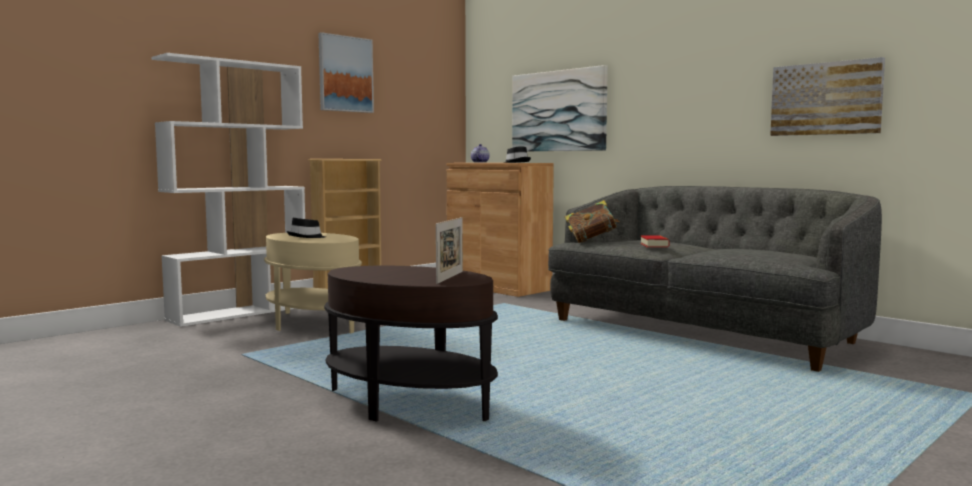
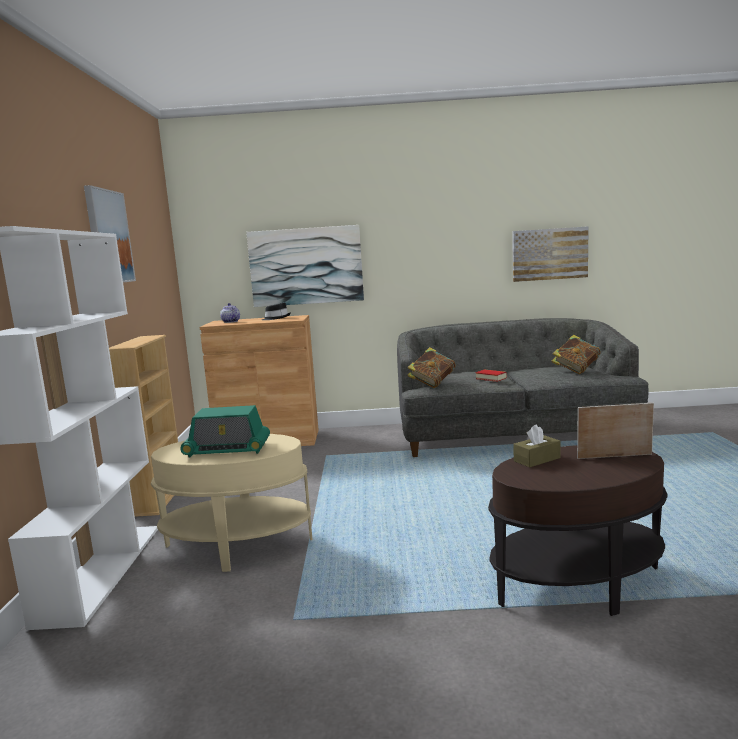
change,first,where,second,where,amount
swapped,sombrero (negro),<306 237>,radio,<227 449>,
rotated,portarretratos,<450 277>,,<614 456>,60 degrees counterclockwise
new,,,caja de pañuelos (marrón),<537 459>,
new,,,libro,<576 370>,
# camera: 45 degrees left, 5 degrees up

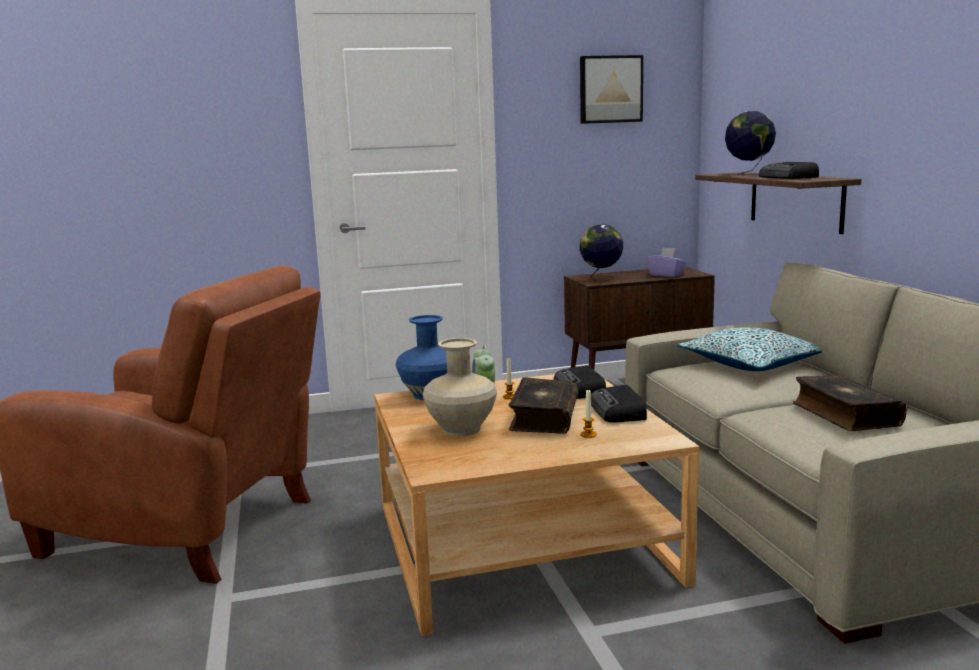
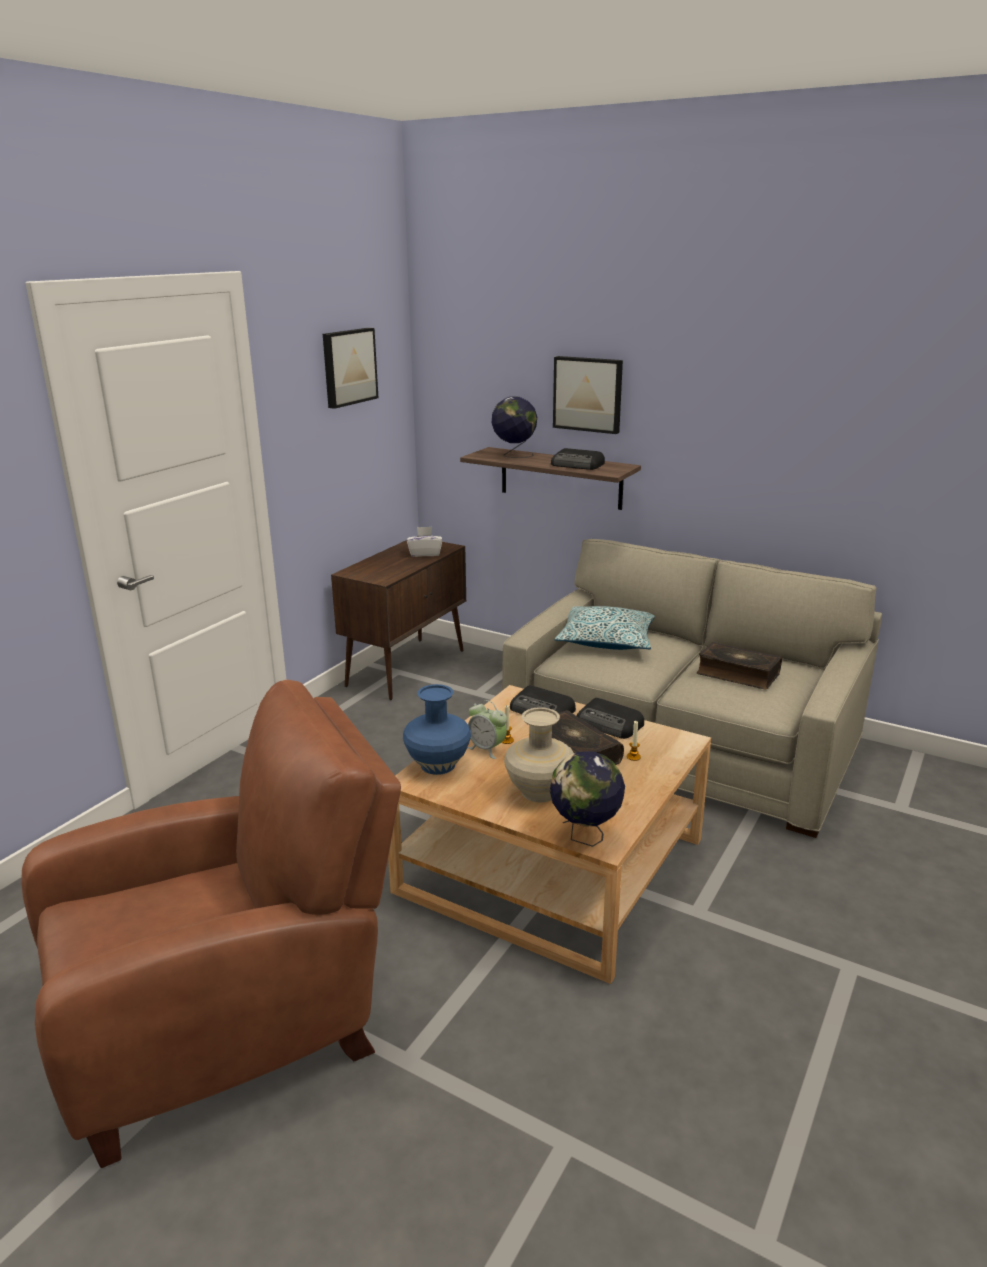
change,first,where,second,where,amount
shifted,globo terráqueo,<601 279>,,<585 836>,
repainted,caja de pañuelos (morado),<666 275>,caja de pañuelos (blanco),<425 553>,
new,,,cuadro,<588 394>,
# camera: 45 degrees left, 10 degrees up

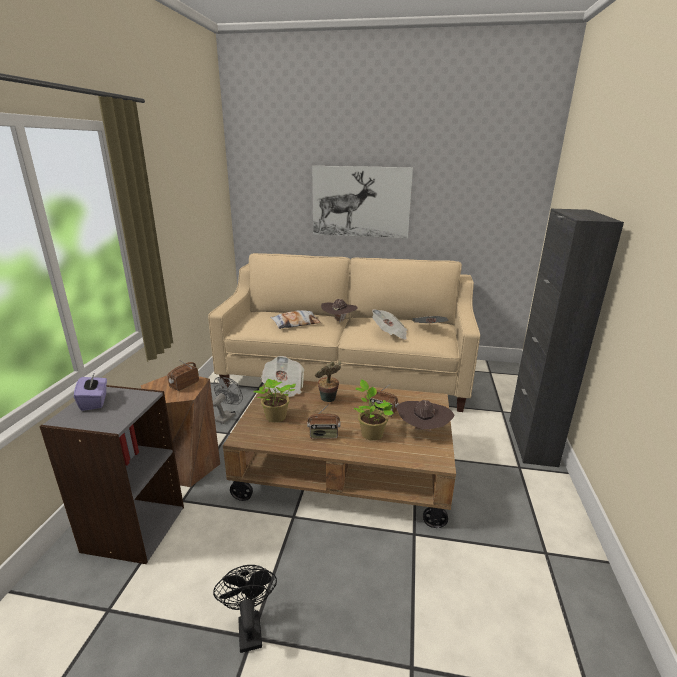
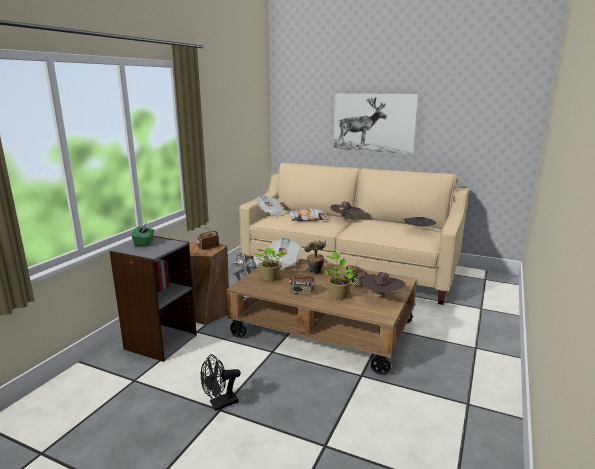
change,first,where,second,where,amount
repainted,caja de pañuelos (morado),<94 402>,caja de pañuelos (verde),<144 243>,
rotated,ventilador (negro),<249 626>,,<220 404>,120 degrees counterclockwise
shifted,periódico,<390 334>,,<270 213>,
gone,armario (negro),<532 442>,,,
# camera: 15 degrees right, 5 degrees down

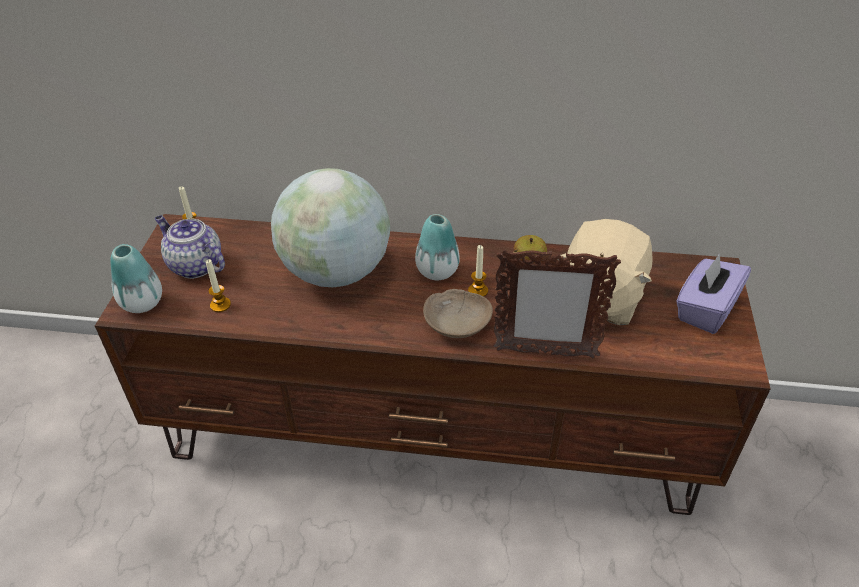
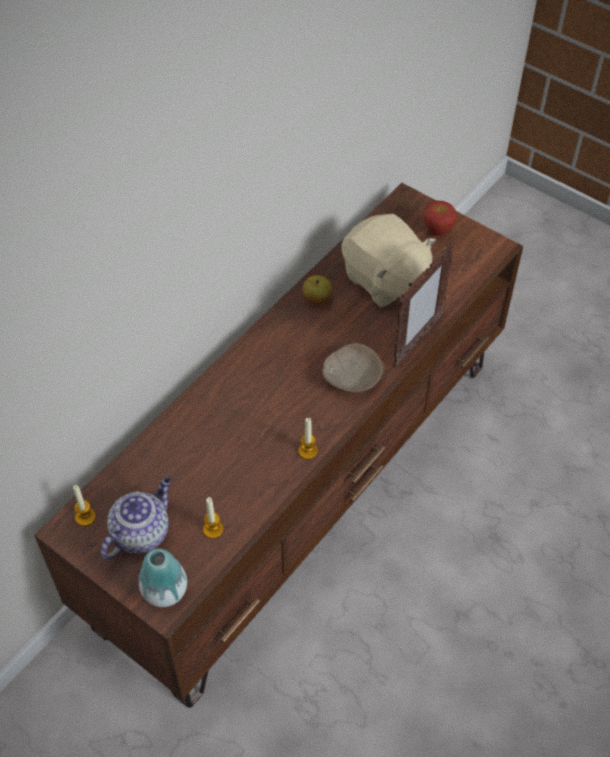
change,first,where,second,where,amount
rotated,tetera,<194 265>,,<141 532>,150 degrees clockwise
gone,globo terráqueo,<336 272>,,,
gone,florero,<437 271>,,,
shifted,vela,<478 291>,,<308 451>,
swapped,caja de pañuelos (morado),<705 309>,manzana,<437 232>,
# camera: 60 degrees left, 10 degrees up

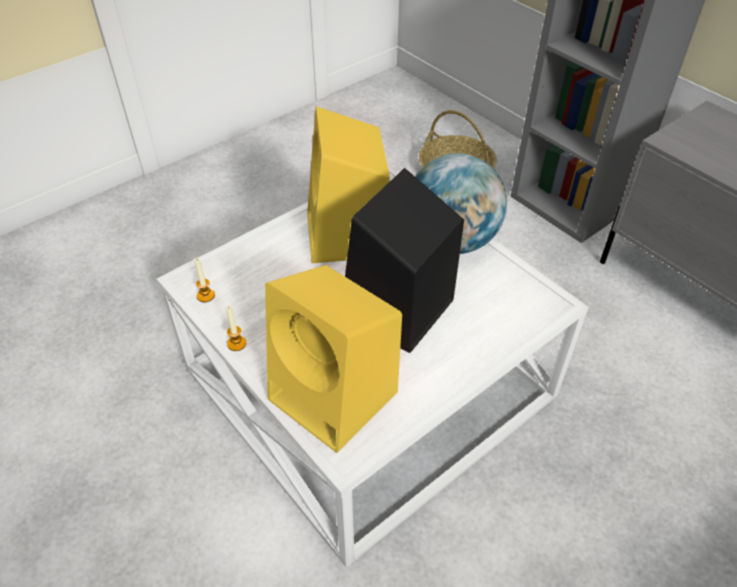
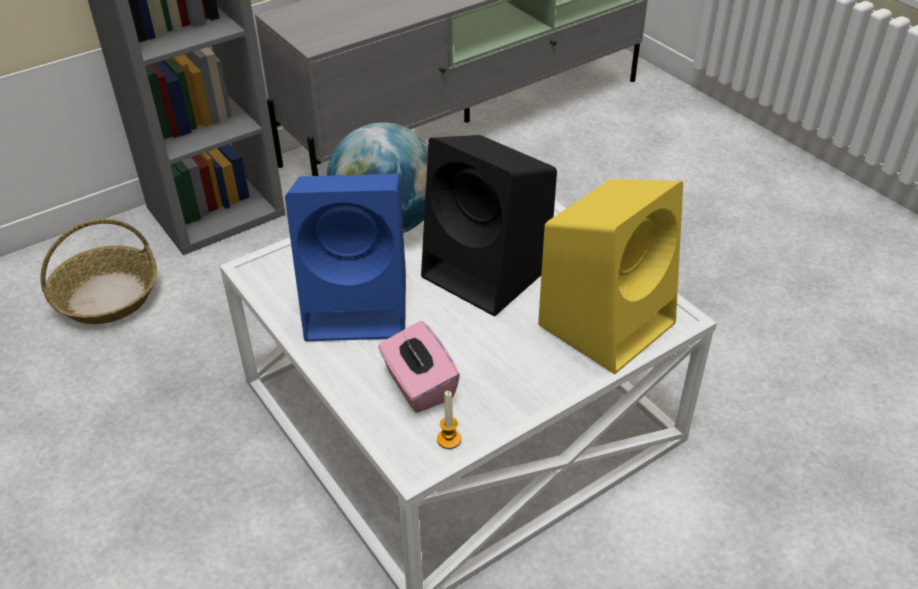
change,first,where,second,where,amount
gone,vela,<236 343>,,,
repainted,altavoz (amarillo),<347 236>,altavoz (azul),<360 305>,
new,,,caja de pañuelos (rosa),<418 385>,
# camera: 85 degrees left, 5 degrees down

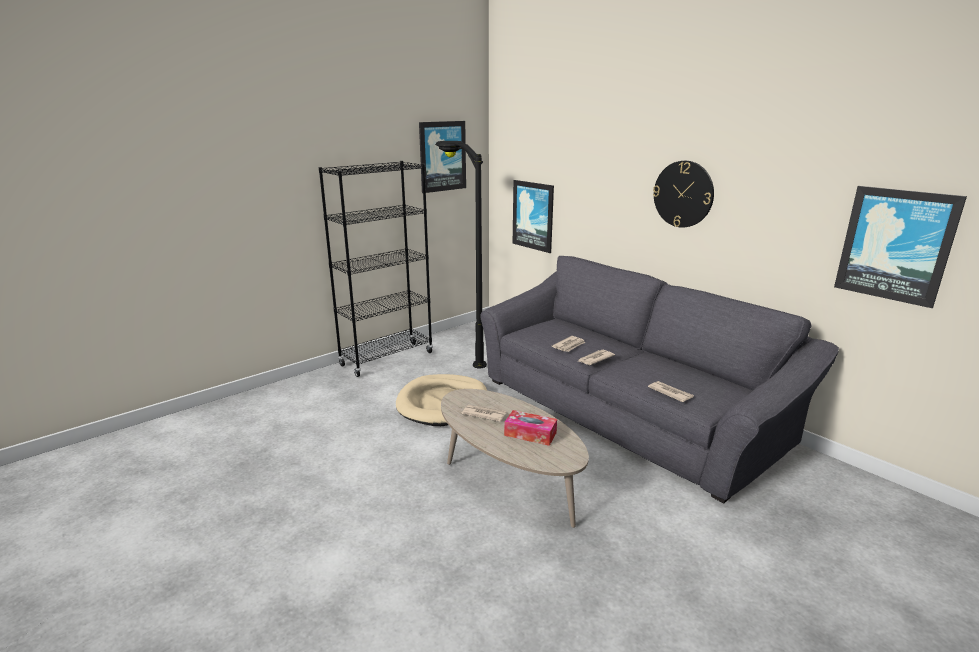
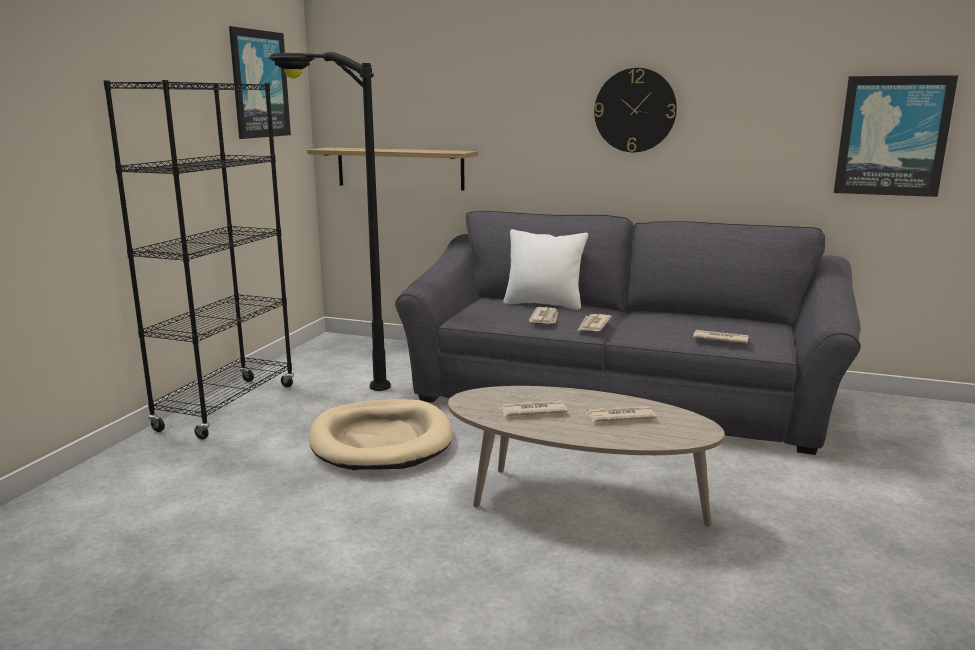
change,first,where,second,where,amount
swapped,caja de pañuelos,<530 434>,periódico,<618 416>,
swapped,cuadro,<533 215>,estante,<400 168>,
new,,,cojín (blanco),<544 304>,
# camera: 30 degrees left, 5 degrees down

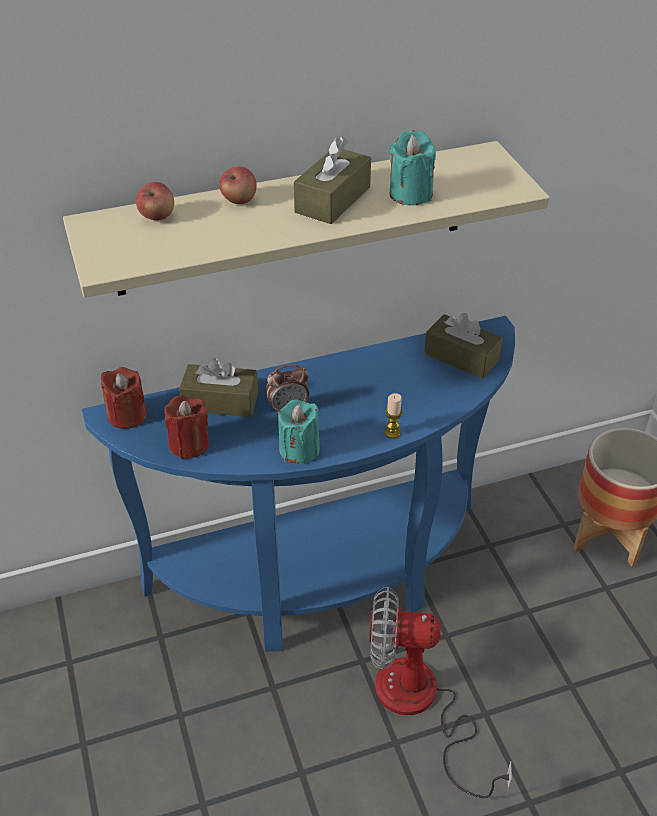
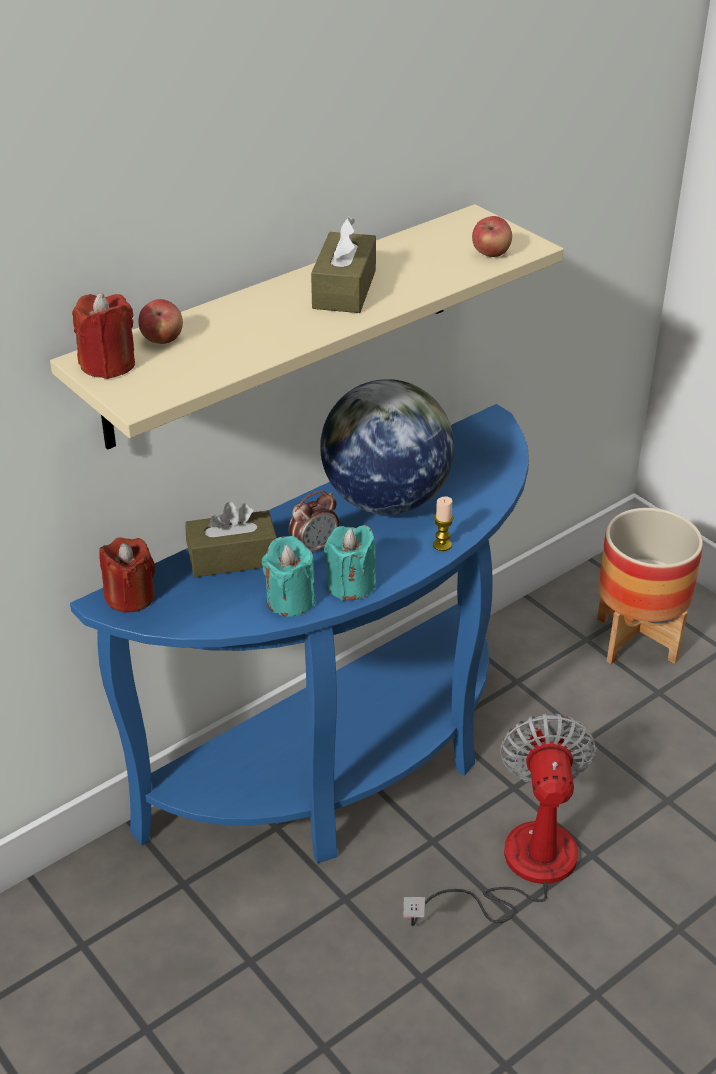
change,first,where,second,where,amount
shifted,vela (rojo),<189 444>,,<108 364>,
shifted,manzana,<239 200>,,<491 254>,
rotated,ventilador,<420 706>,,<519 868>,105 degrees clockwise
shifted,vela (turquesa),<410 194>,,<290 600>,
gone,caja de pañuelos (marrón),<461 357>,,,
new,,,globo terráqueo,<385 500>,
# camera: 20 degrees left, 5 degrees down

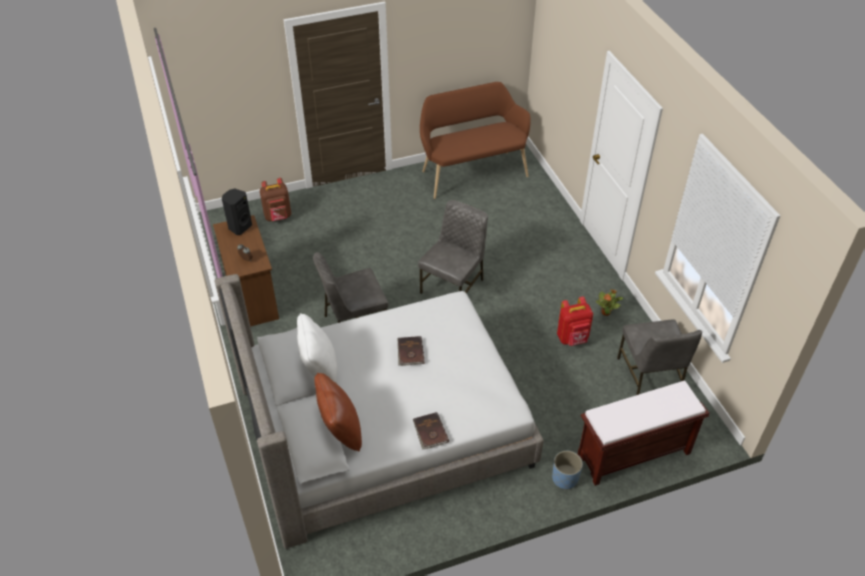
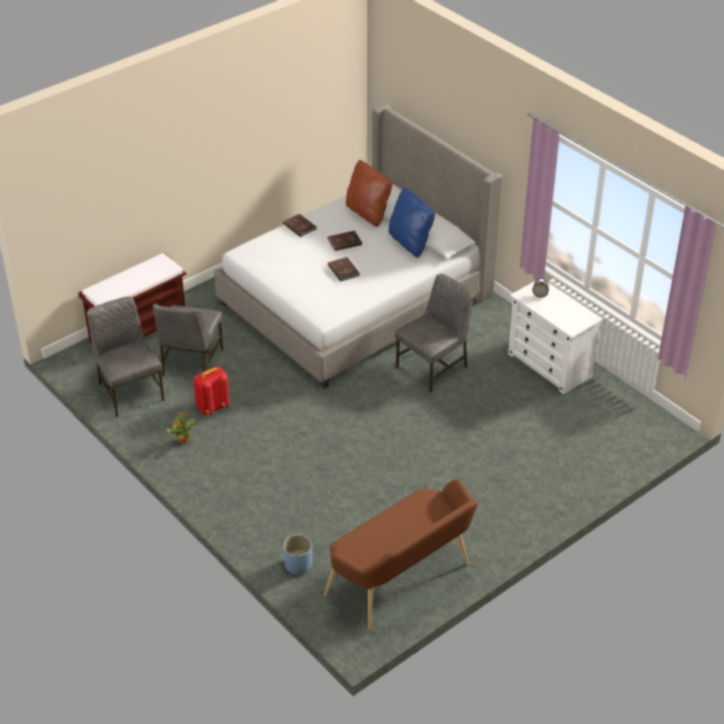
change,first,where,second,where,amount
repainted,cómoda (marrón),<252 297>,cómoda (blanco),<550 365>,
gone,altavoz (negro),<239 227>,,,
gone,mochila (marrón),<278 217>,,,
repainted,cojín (blanco),<320 370>,cojín (azul),<410 243>,
shifted,silla (gris),<453 286>,,<191 363>,
shifted,maceta (azul),<565 478>,,<298 565>,
new,,,libro (marrón),<344 242>,
# camera: 160 degrees right, 5 degrees down

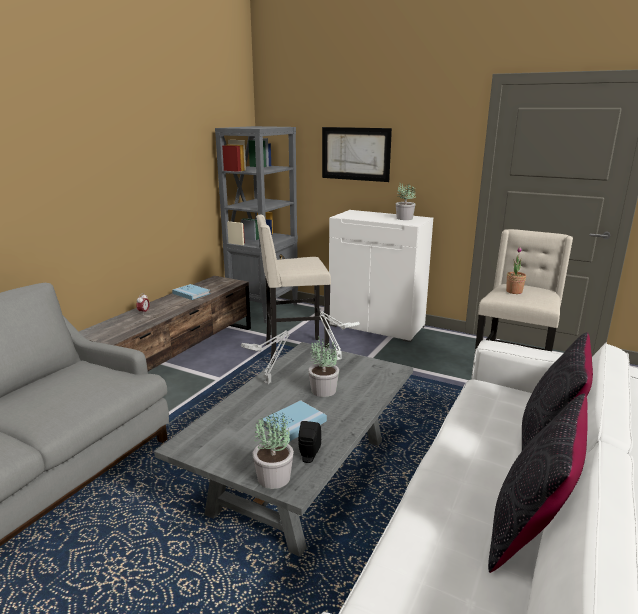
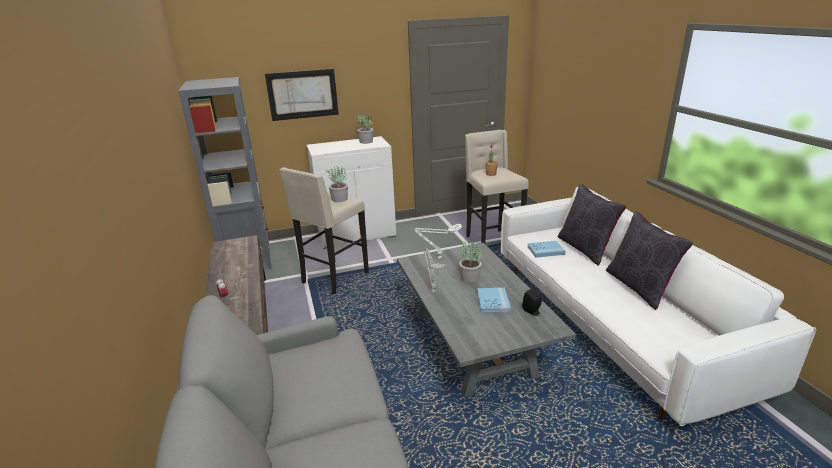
change,first,where,second,where,amount
shifted,libro (azul),<191 293>,,<546 250>,
shifted,planta en maceta,<274 478>,,<340 199>,
# camera: 45 degrees left, 5 degrees up

